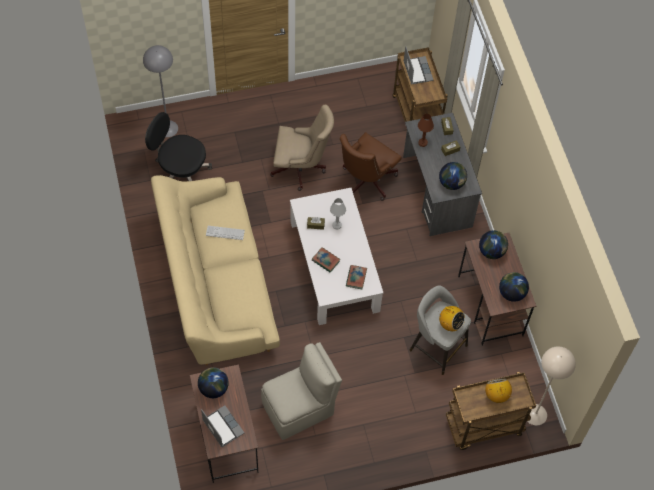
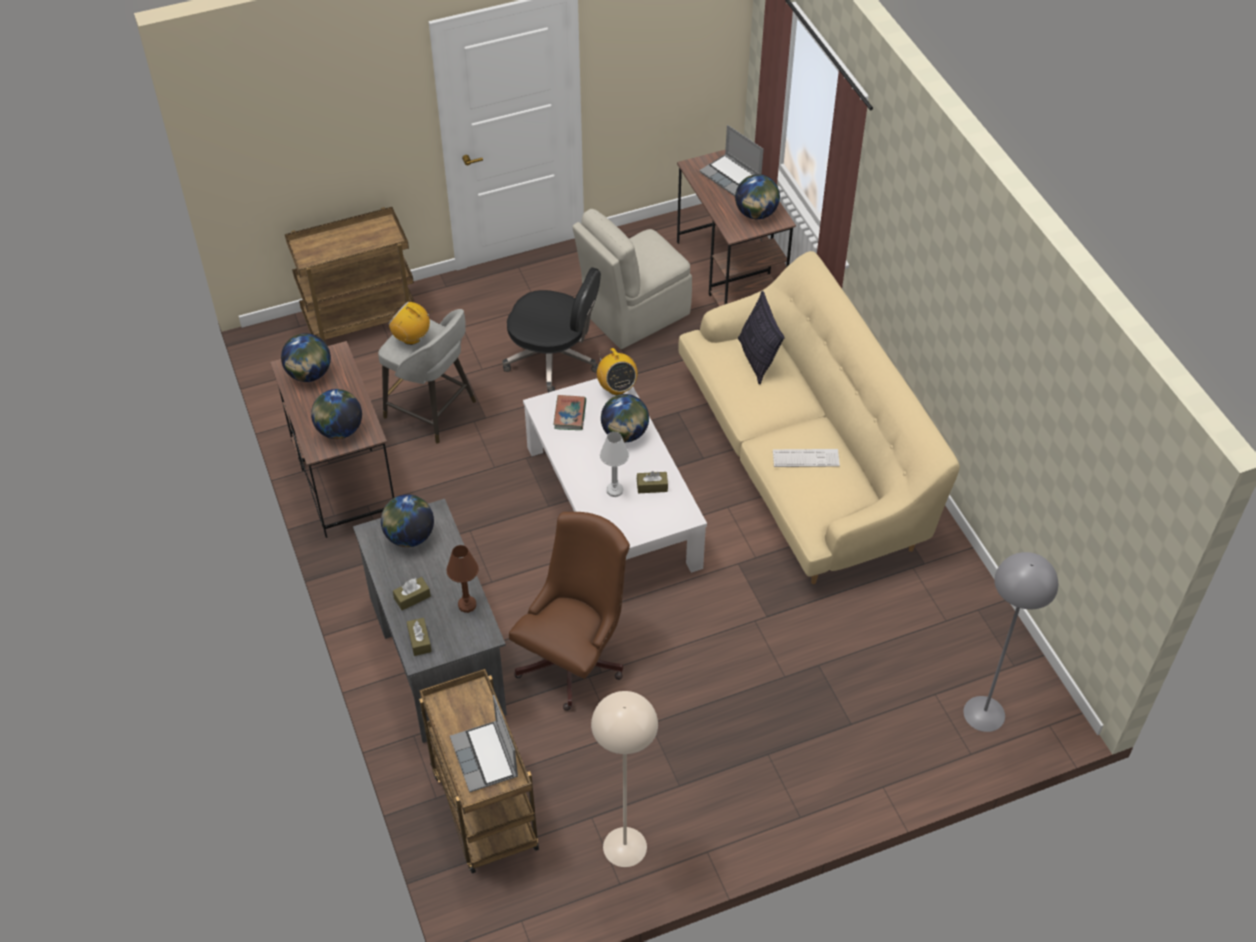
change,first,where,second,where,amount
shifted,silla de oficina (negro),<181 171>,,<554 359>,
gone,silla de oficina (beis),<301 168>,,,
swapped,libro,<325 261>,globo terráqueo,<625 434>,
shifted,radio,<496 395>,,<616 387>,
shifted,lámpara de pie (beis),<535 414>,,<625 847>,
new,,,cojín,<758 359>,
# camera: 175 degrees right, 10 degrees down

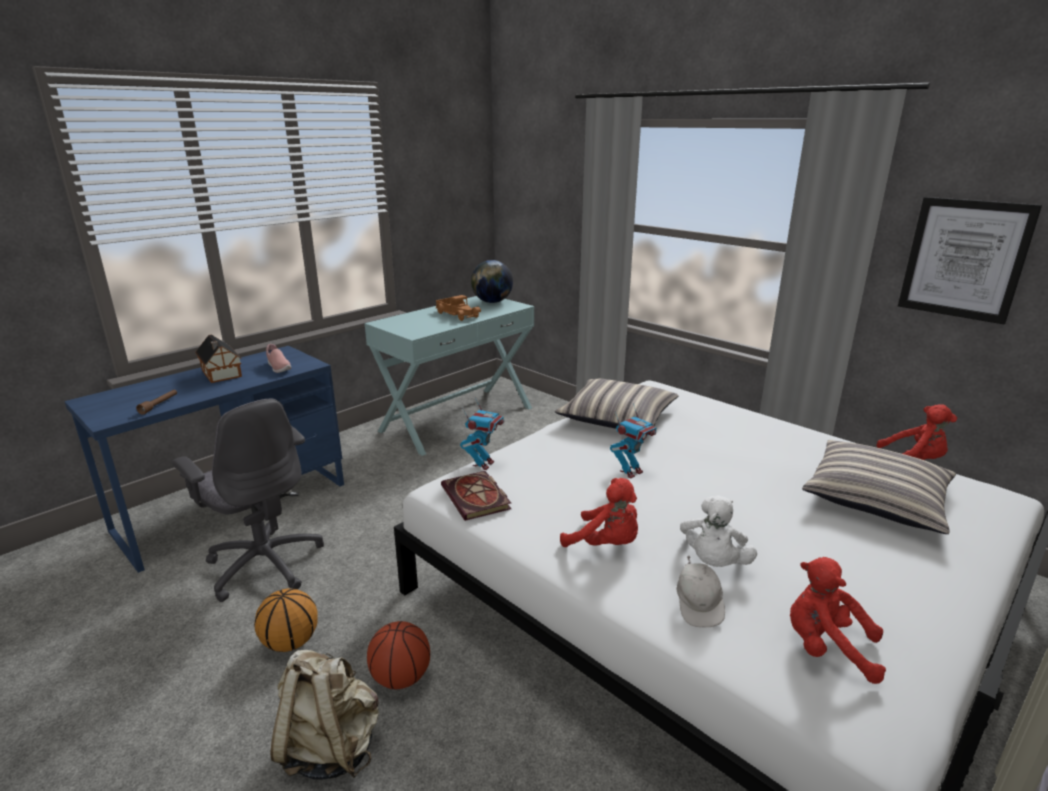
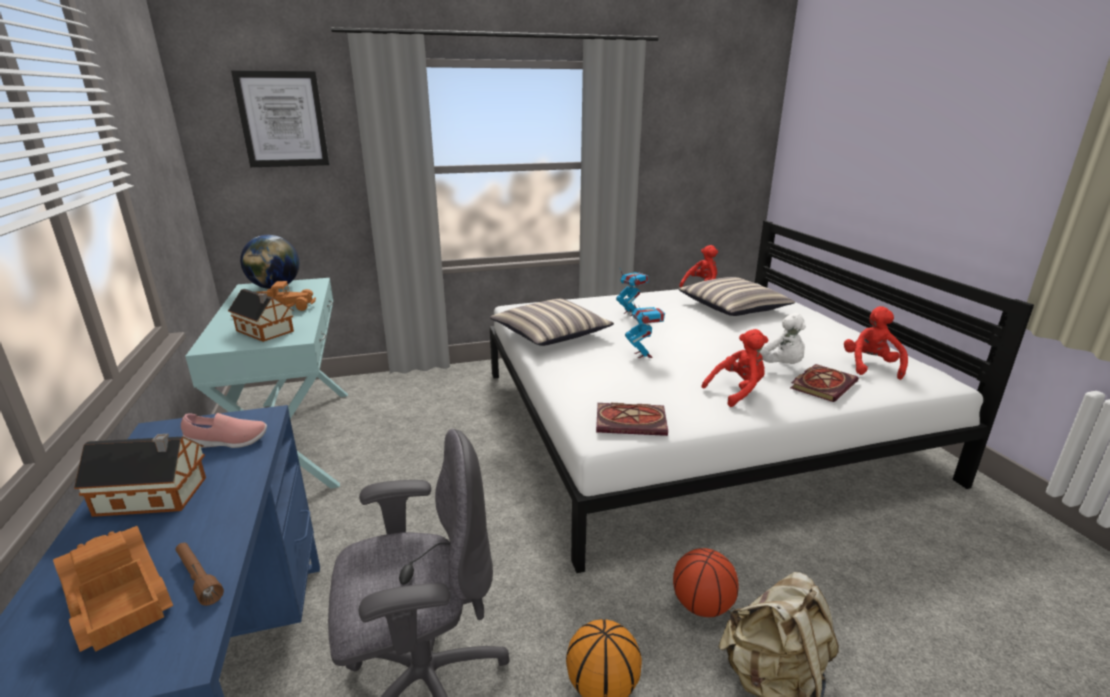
change,first,where,second,where,amount
shifted,robot de juguete,<483 464>,,<631 313>,
swapped,gorra (blanco),<698 606>,libro,<823 384>,
rotated,peluche (rojo),<826 648>,,<870 366>,135 degrees clockwise
shifted,cuadro,<964 259>,,<282 119>,
new,,,camión de juguete,<114 599>,
new,,,casita,<265 331>,
# camera: 60 degrees left, 0 degrees up

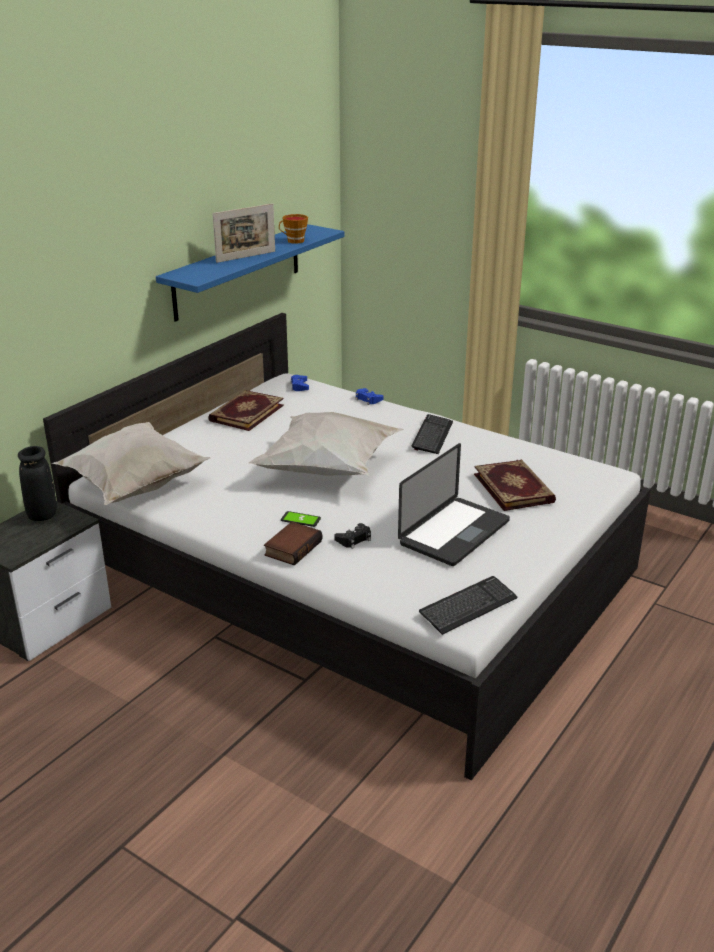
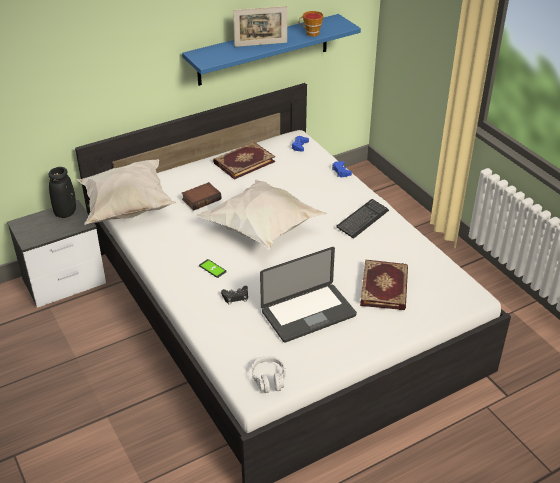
change,first,where,second,where,amount
shifted,libro,<292 547>,,<201 198>,
swapped,teclado,<468 607>,auriculares (gris),<269 379>,
# camera: 25 degrees right, 10 degrees up

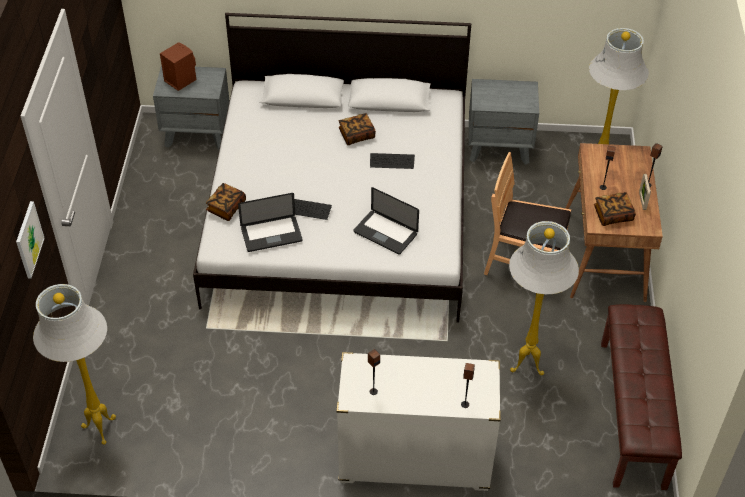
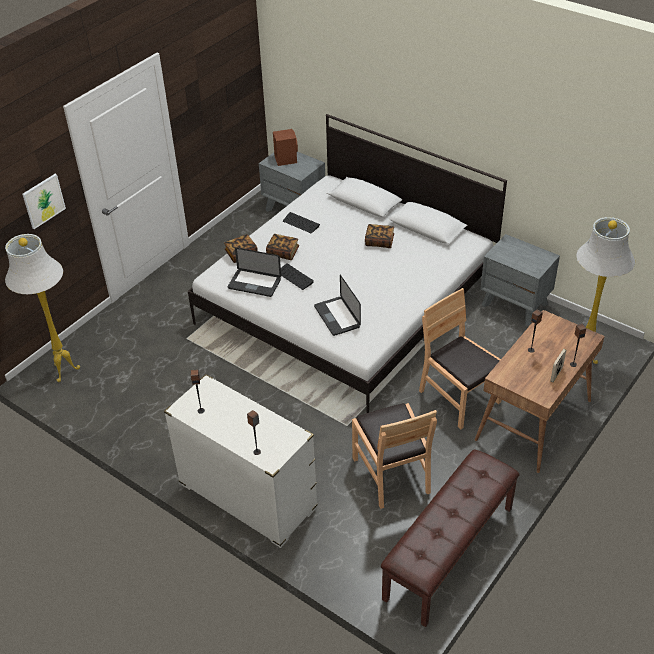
change,first,where,second,where,amount
shifted,teclado,<392 162>,,<301 223>,
swapped,lámpara de pie (blanco),<526 367>,silla (marrón),<392 474>,
shifted,libro,<613 215>,,<283 252>,
# camera: 35 degrees right, 5 degrees down

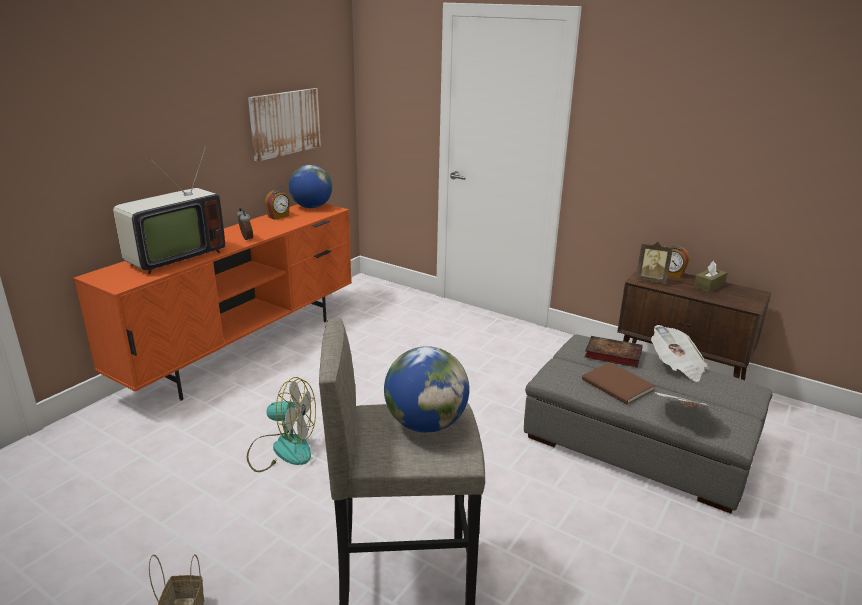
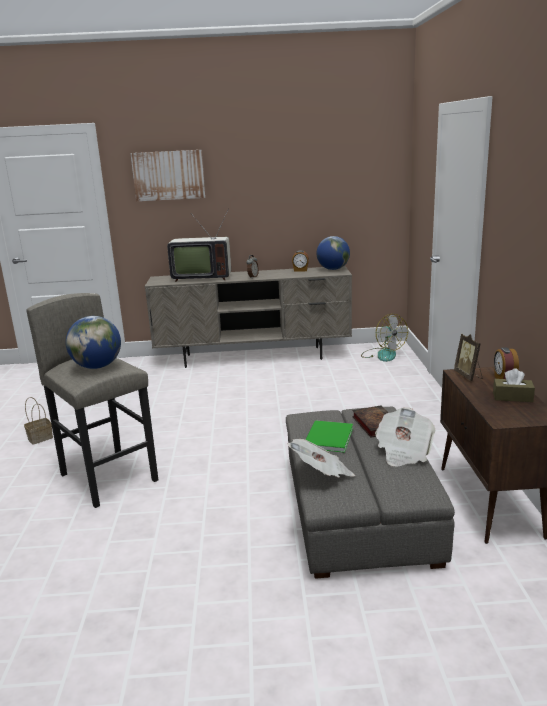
change,first,where,second,where,amount
repainted,mueble de televisión (naranja),<245 349>,mueble de televisión (beis),<254 357>,
shifted,ventilador,<282 449>,,<382 354>,
shifted,cuadro,<285 123>,,<168 175>,
repainted,libro (marrón),<618 386>,libro (verde),<327 438>,
# camera: 55 degrees right, 5 degrees down

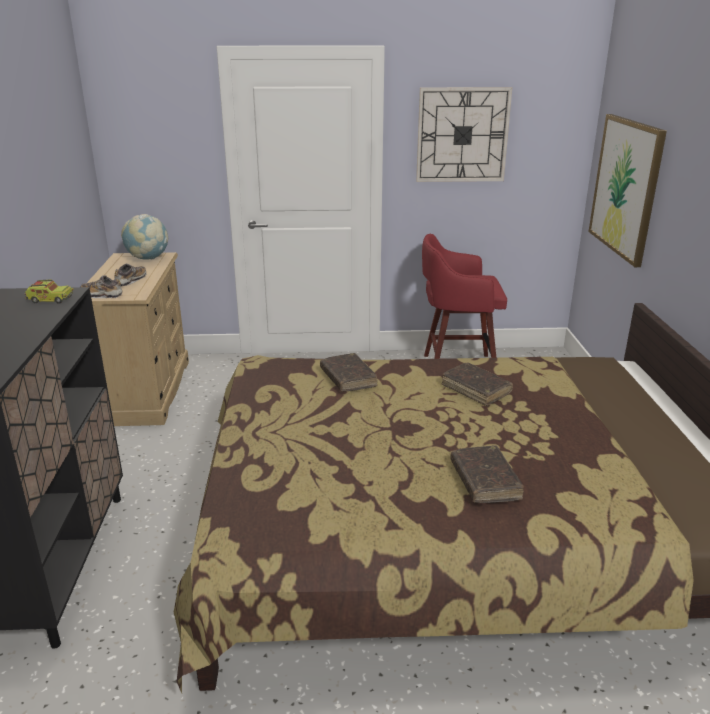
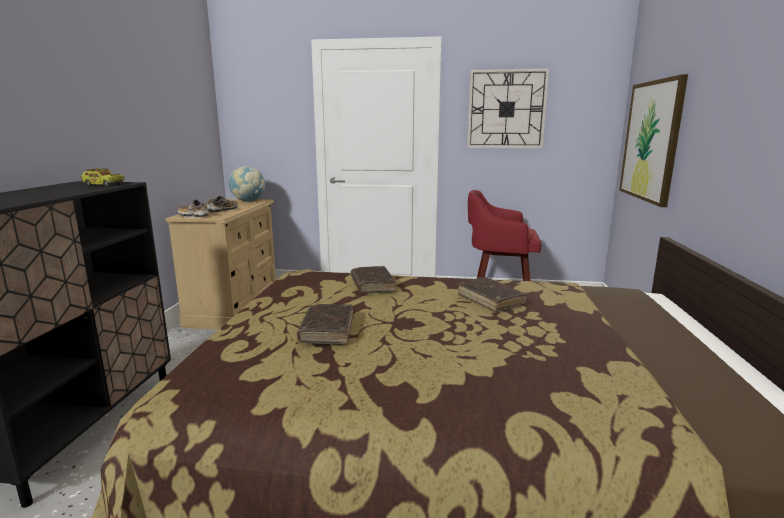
change,first,where,second,where,amount
shifted,libro (marrón),<484 481>,,<327 331>,
# camera: 10 degrees right, 10 degrees down

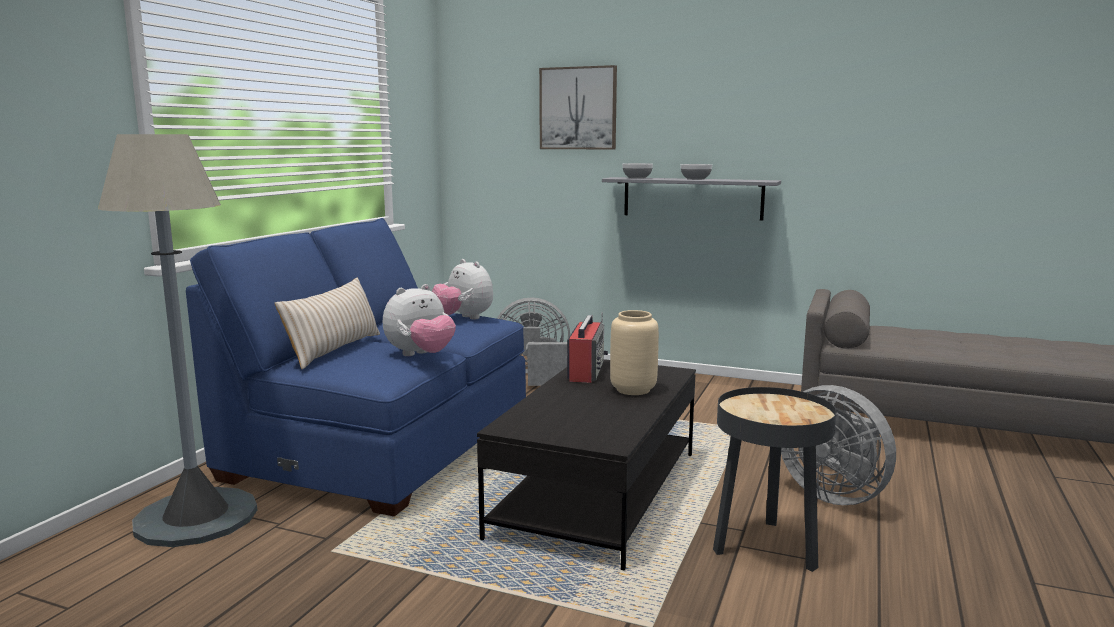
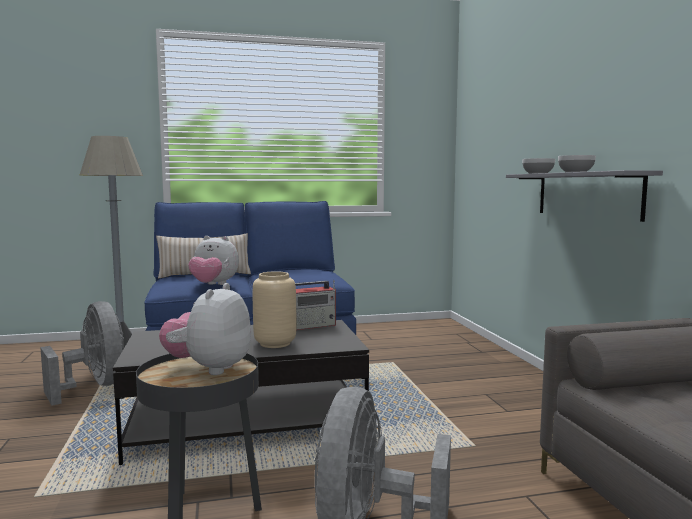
change,first,where,second,where,amount
shifted,peluche,<463 318>,,<209 369>,
shifted,ventilador (gris),<534 376>,,<94 387>,
gone,cuadro,<578 108>,,,
# camera: 55 degrees right, 5 degrees down

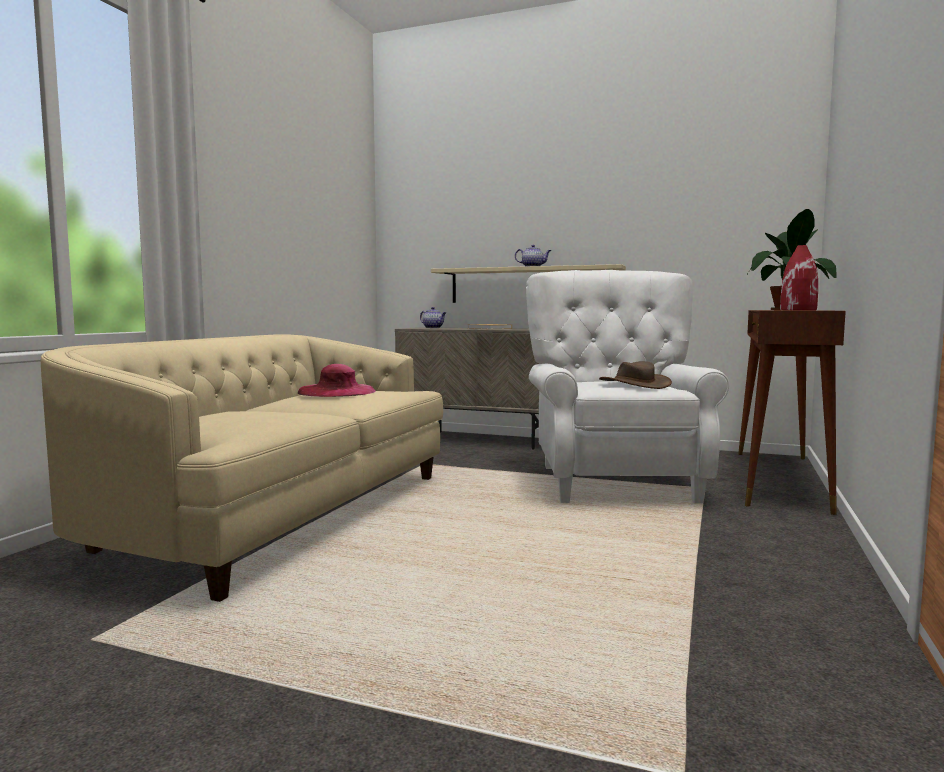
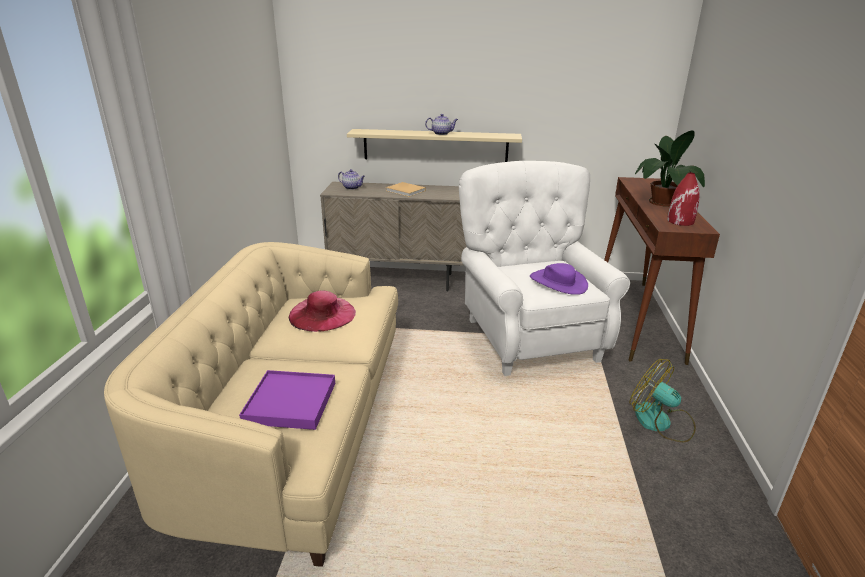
change,first,where,second,where,amount
repainted,sombrero (marrón),<634 384>,sombrero (morado),<558 282>,
new,,,bandeja (morado),<290 403>,
new,,,ventilador,<660 422>,
# camera: 15 degrees left, 20 degrees up

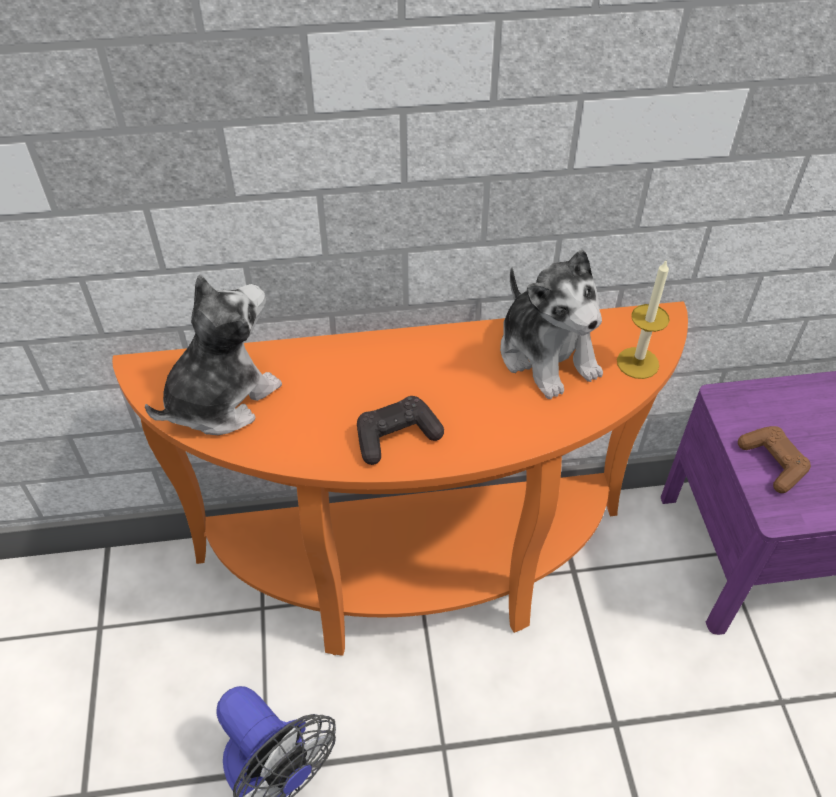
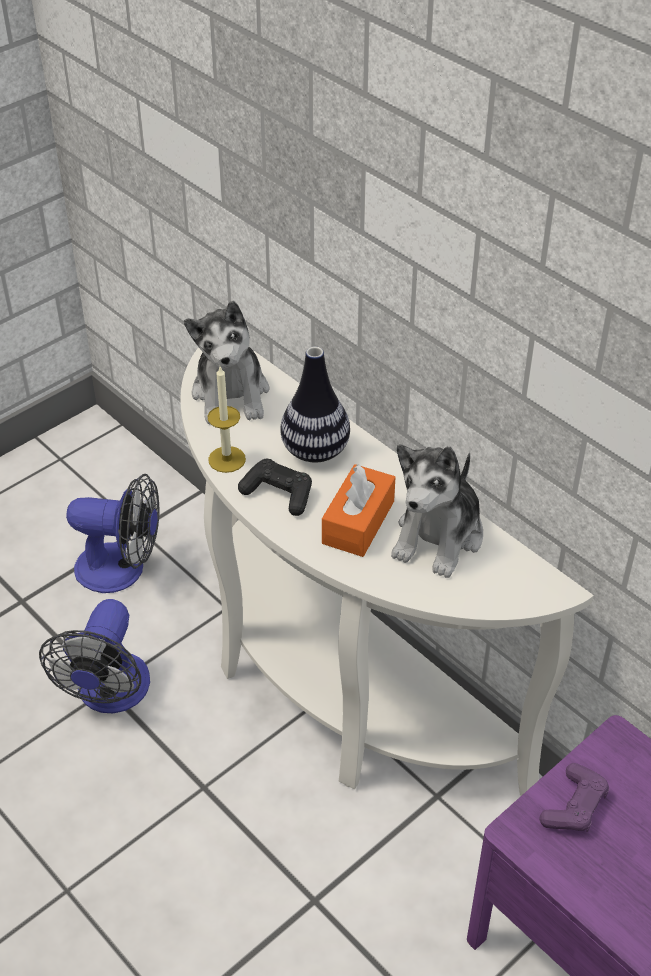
change,first,where,second,where,amount
repainted,mesa consola (naranja),<416 577>,mesa consola (blanco),<333 687>,
rotated,peluche,<220 398>,,<231 394>,75 degrees clockwise
shifted,vela,<637 363>,,<227 459>,
repainted,mando de consola (marrón),<772 463>,mando de consola (morado),<574 806>,
new,,,ventilador,<122 569>,
new,,,florero,<315 451>,
new,,,caja de pañuelos (naranja),<358 522>,
# camera: 55 degrees right, 5 degrees down

